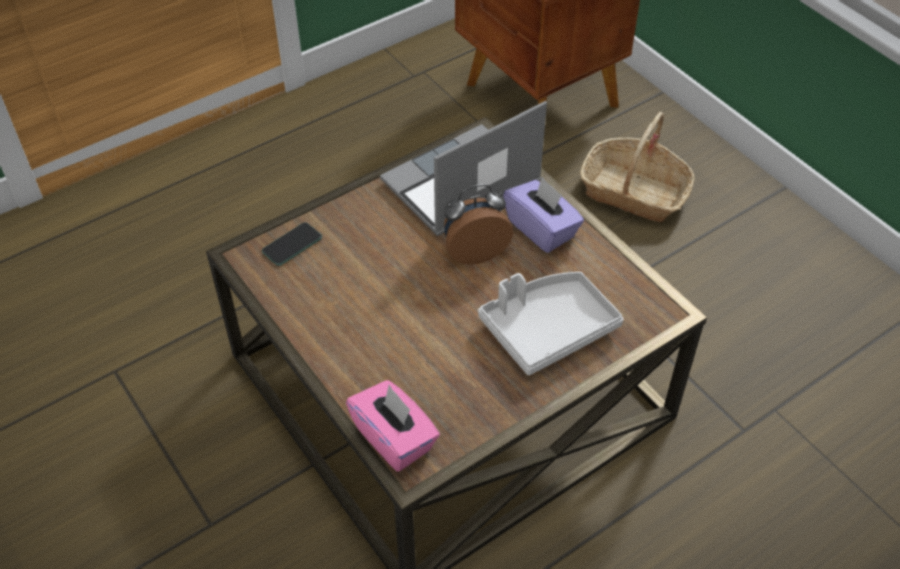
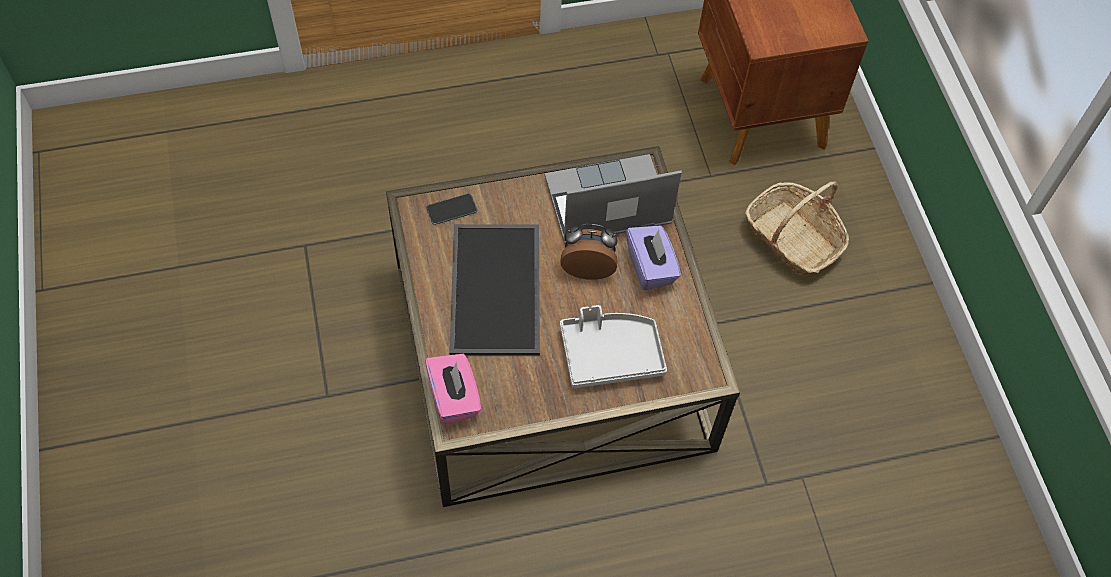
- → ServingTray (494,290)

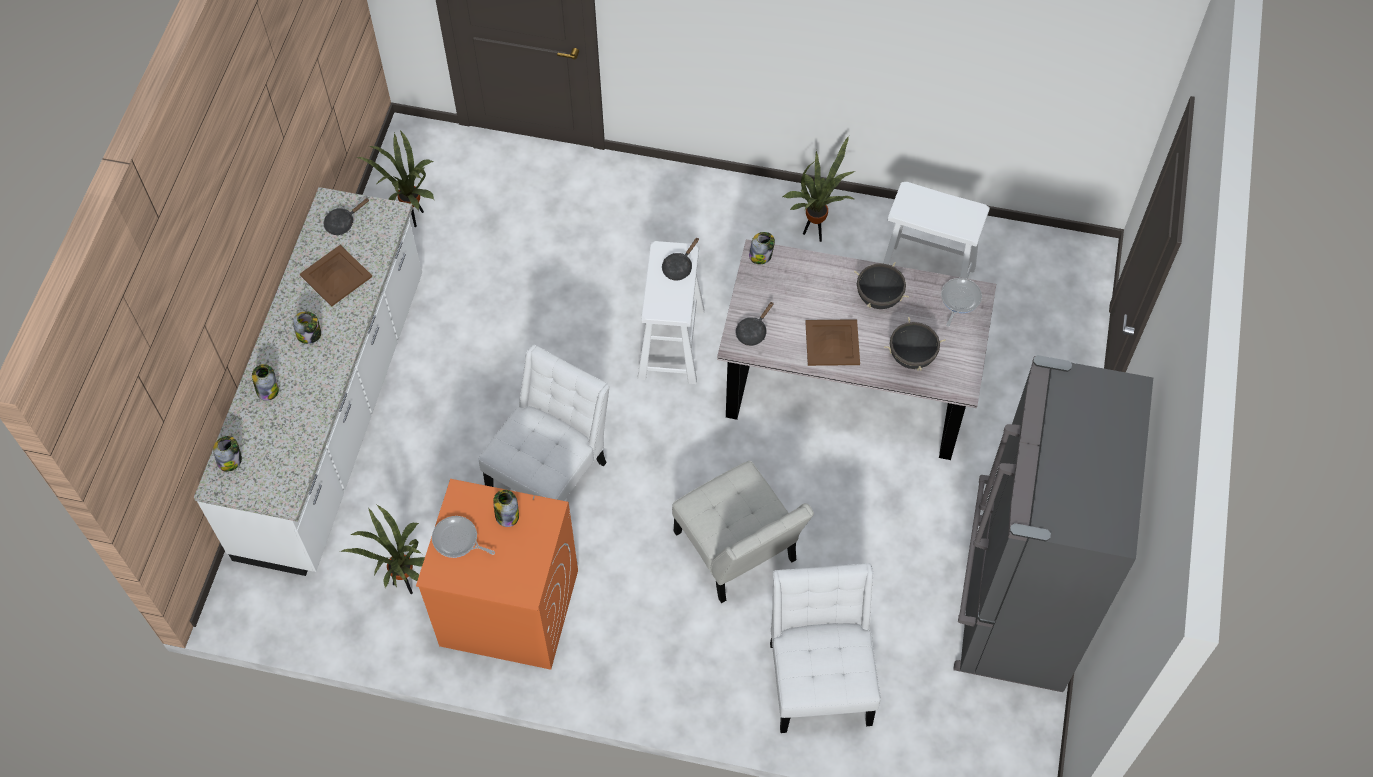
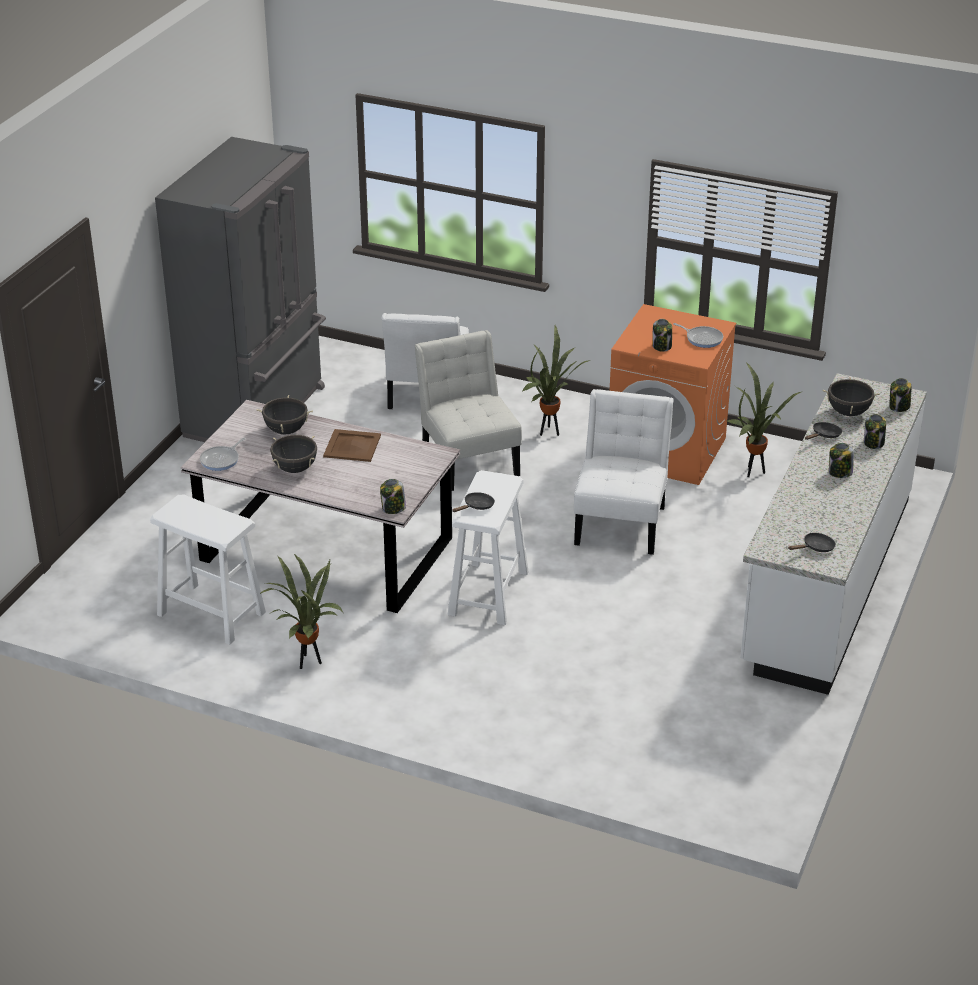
BrownishServingTray (336,276) → -
Houseplant (395,178) → Houseplant (555,380), moved
WhiteColouredChair (544,423) → WhiteColouredChair (624,472), 150 degrees clockwise
BlackishFryingPan (755,324) → BlackishFryingPan (823,431), moved
- → BlackishSaucepot (851,396)

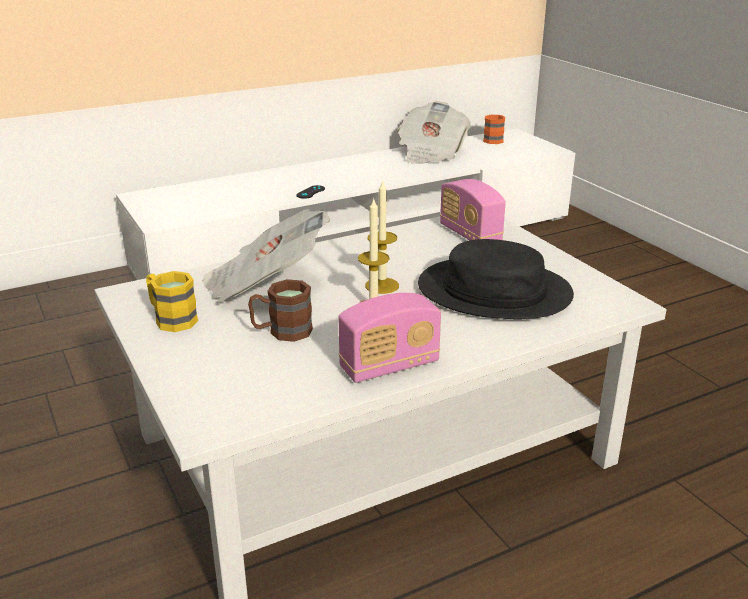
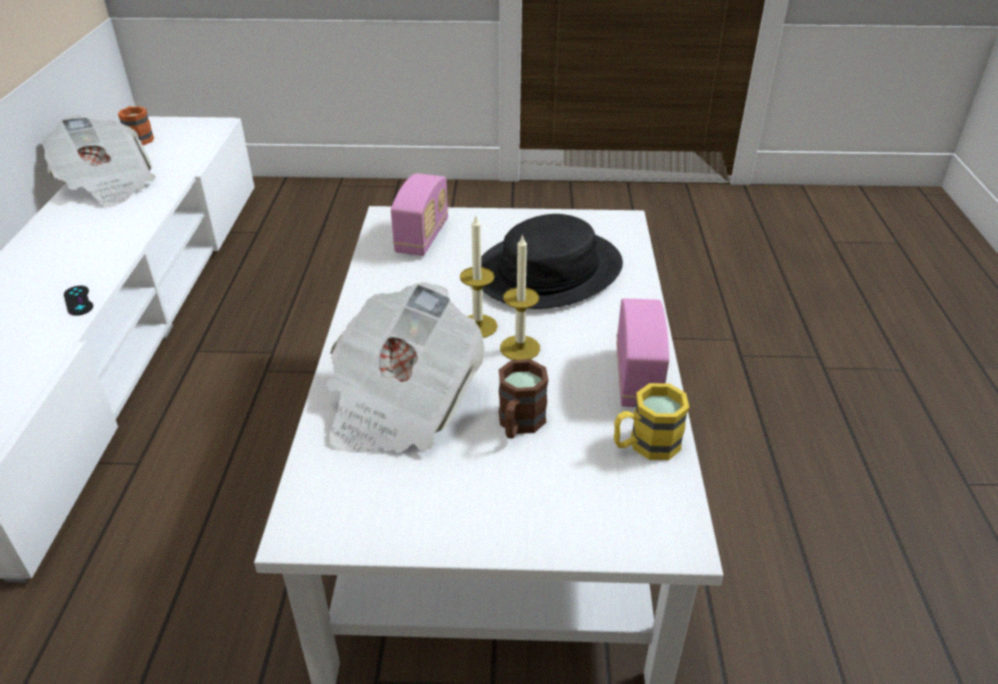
YellowColouredTeaMug (172,301) → YellowColouredTeaMug (651,421), moved
RadioSet (473,209) → RadioSet (419,214), 75 degrees counterclockwise

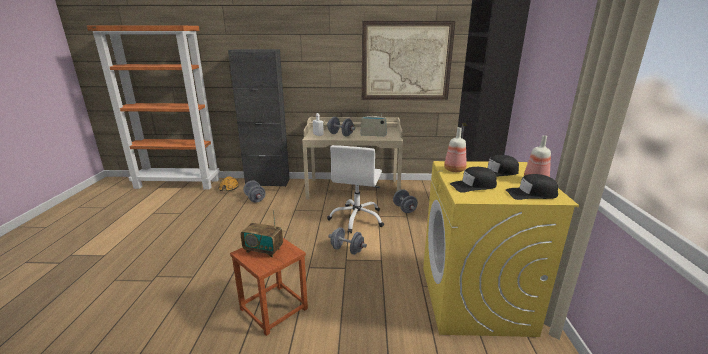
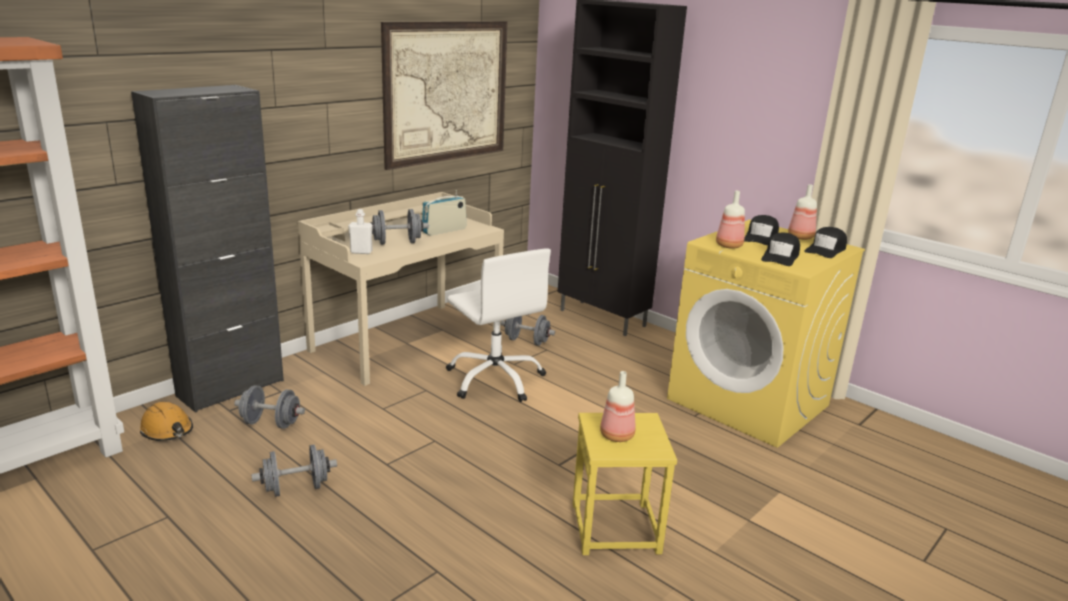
BrownishStoolSeat (269,287) → YellowColouredStoolSeat (625,484)
RadioSet (262,233) → DrinkBottle (618,406)
GreyishDumbbell (347,241) → GreyishDumbbell (294,471), moved

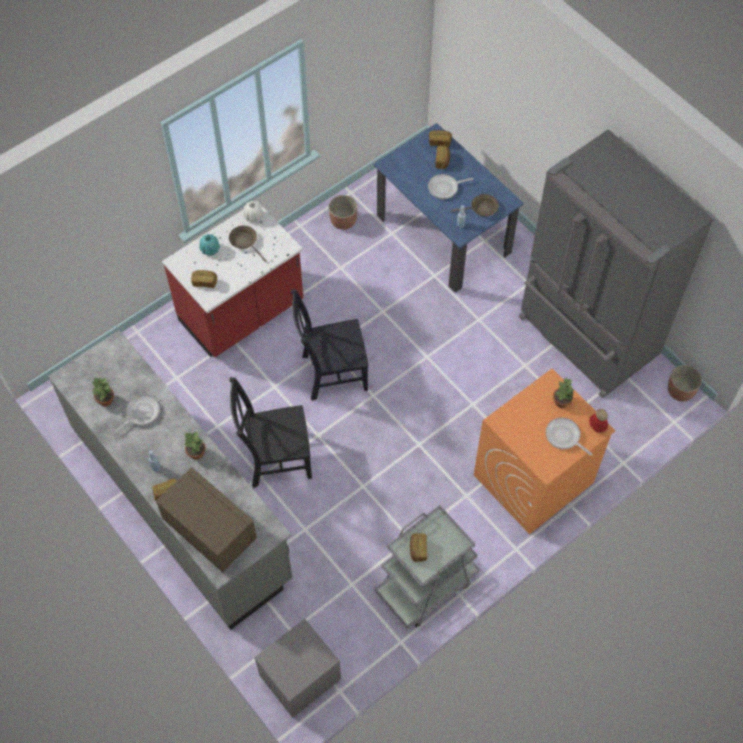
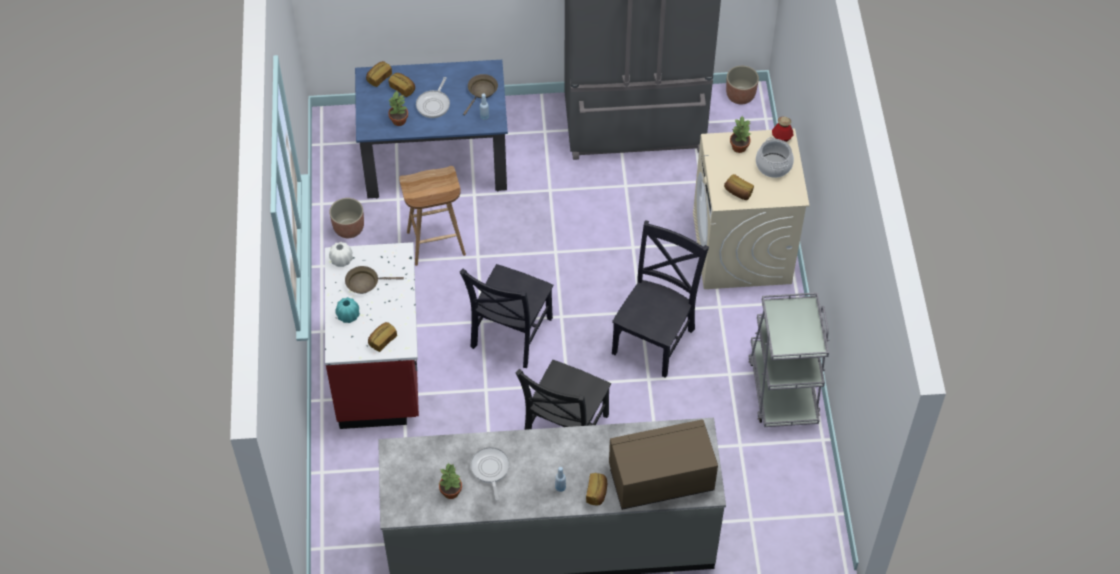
Houseplant (195,446) → Houseplant (398,108), moved
GreyishNightstand (297,668) → -
BakedBread (418,547) → BakedBread (739,187), moved
OrangeLaundryAppliance (545,452) → SandColouredLaundryAppliance (751,208)
FryingPan (569,437) → Saucepot (775,157)
- → BrownishStoolSeat (432,216)
- → BlackishChair (660,299)

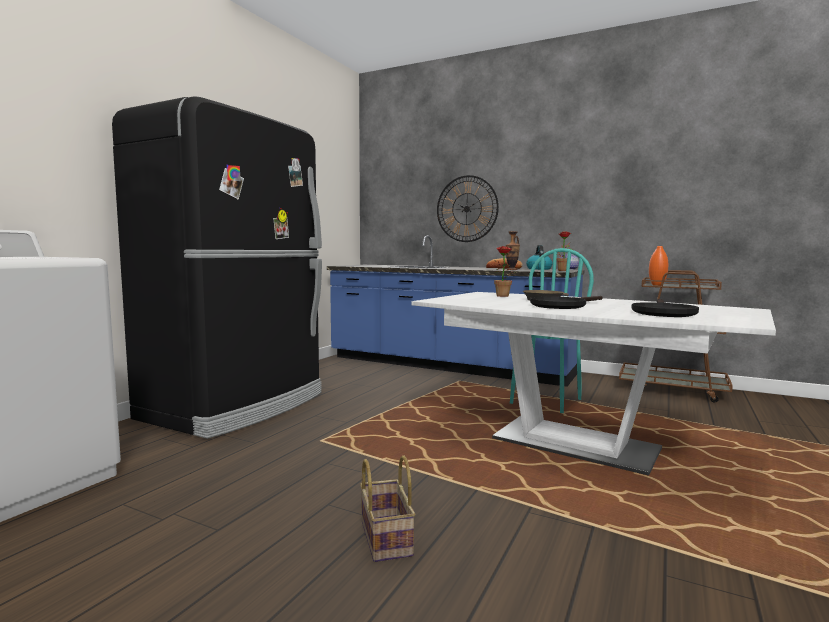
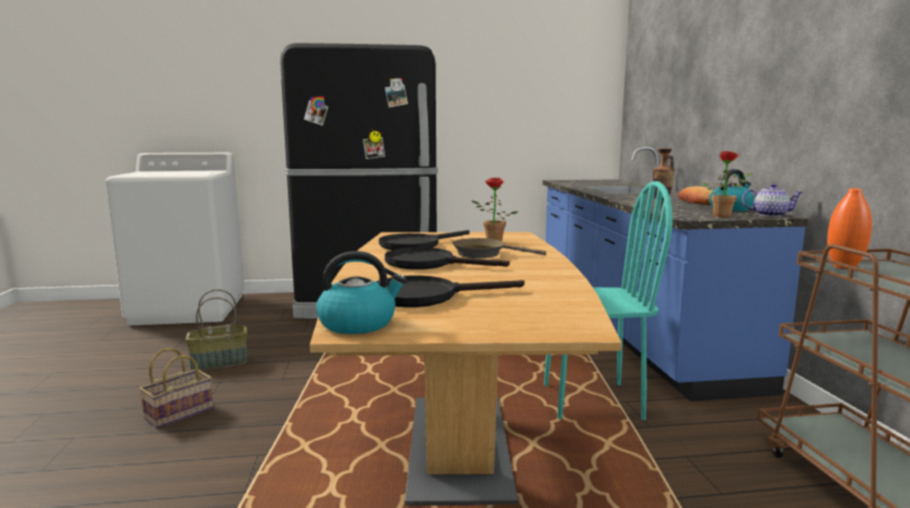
WhiteColouredDiningTable (594,384) → BrownishDiningTable (466,368)
ClockOnTheWall (468,208) → -
- → Basket (217,329)
- → WaterKettle (361,292)
- → BlackishFryingPan (424,240)

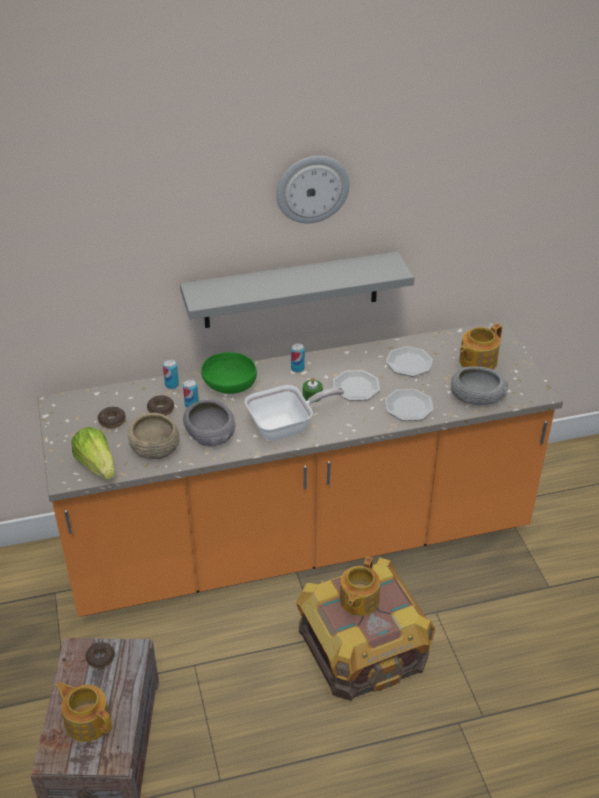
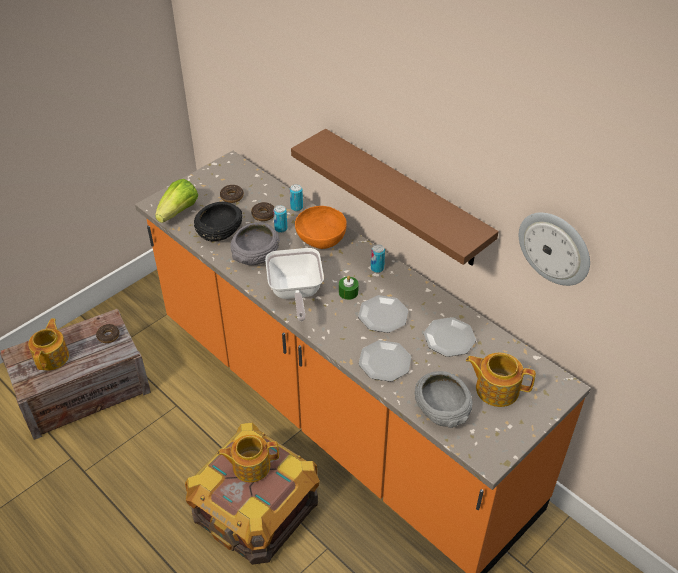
SandColouredBowl (153,436) → BlackishBowl (218,222)
GreyishBracketShelf (297,289) → BrownishBracketShelf (395,197)
GreenishBowl (229,373) → OrangeBowl (321,227)
FryingPan (294,413) → FryingPan (294,284), 45 degrees clockwise
ClockOnTheWall (313,189) → ClockOnTheWall (554,249), moved

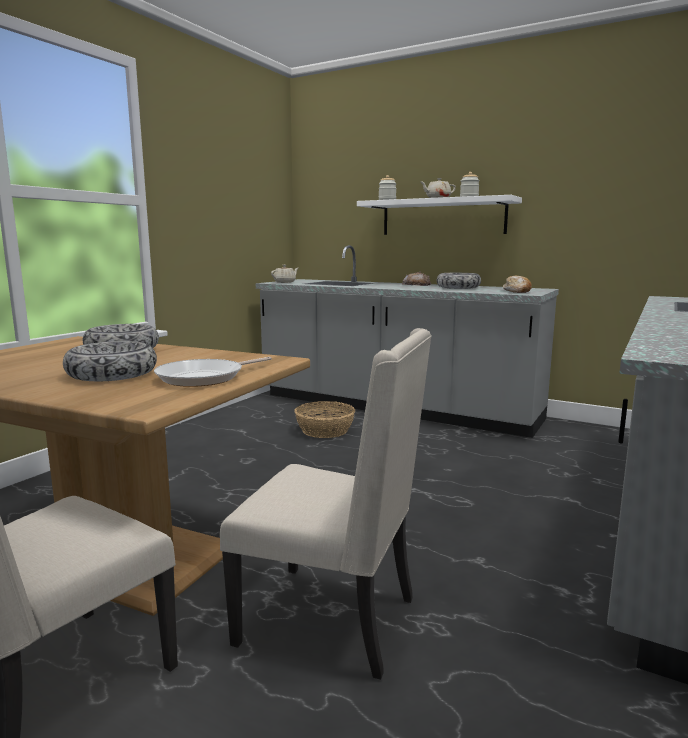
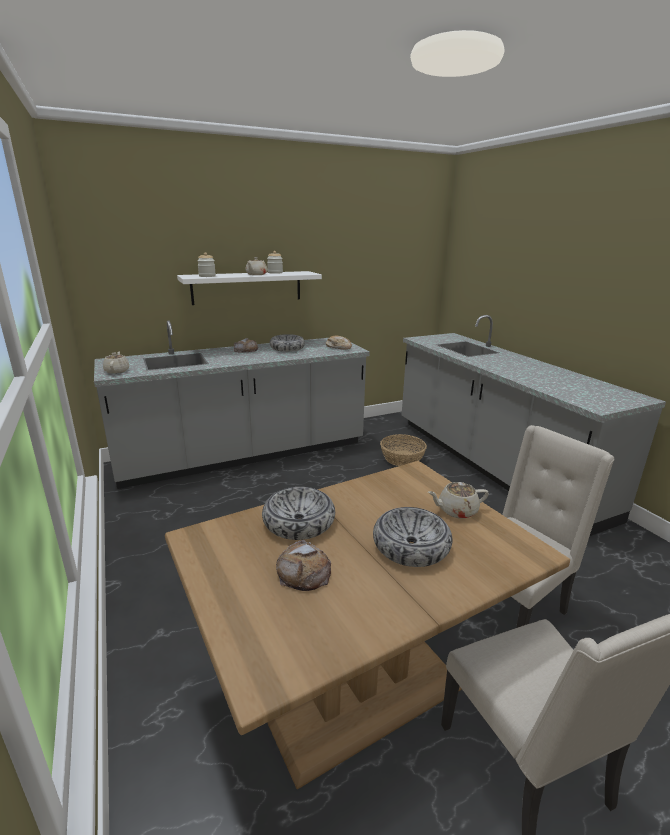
FryingPan (213,372) → SandColouredTeapot (458,500)
Basket (324,419) → Basket (403,450), moved
- → BakedBread (303,565)

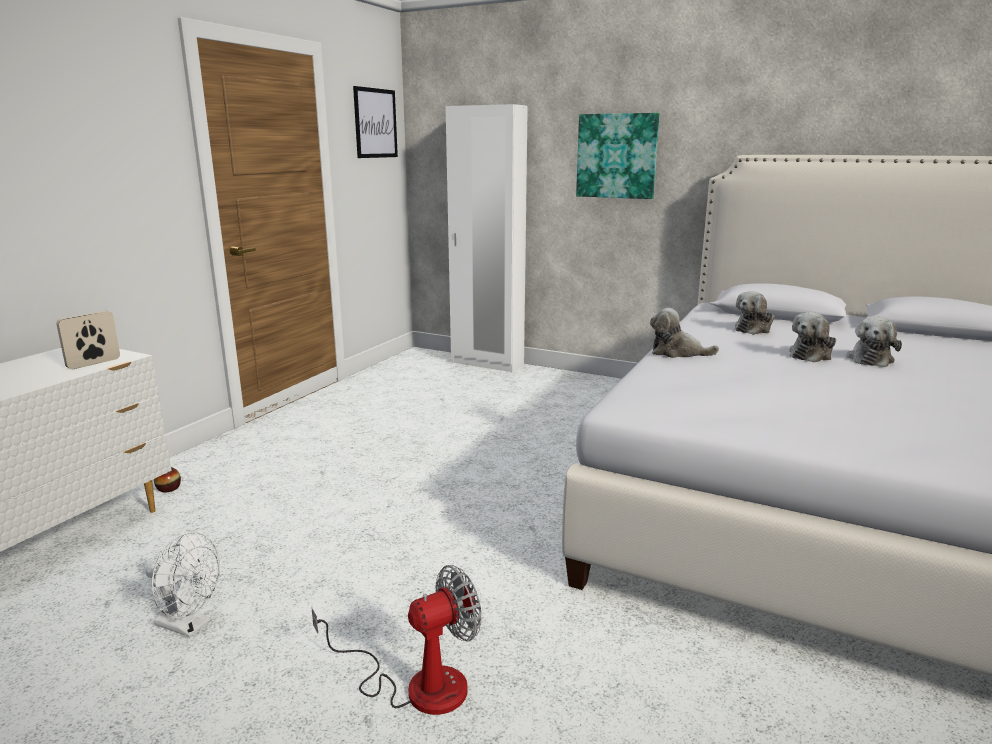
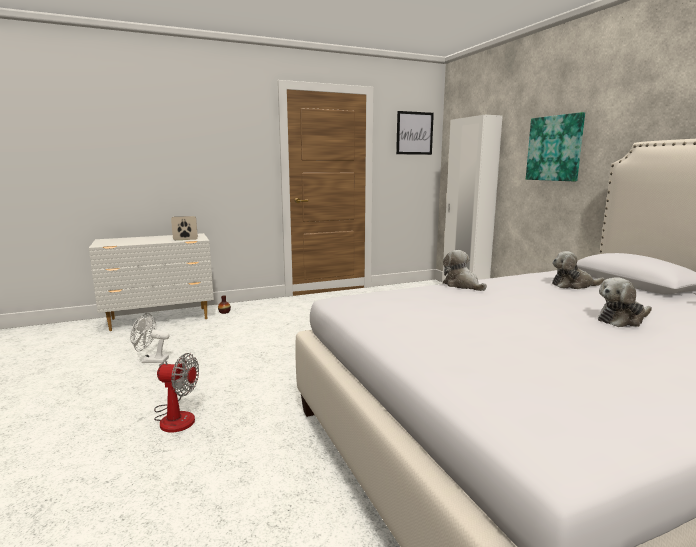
WhiteColouredElectricFan (182,584) → WhiteColouredElectricFan (150,338), 120 degrees clockwise
CuddlyToy (812,337) → -

